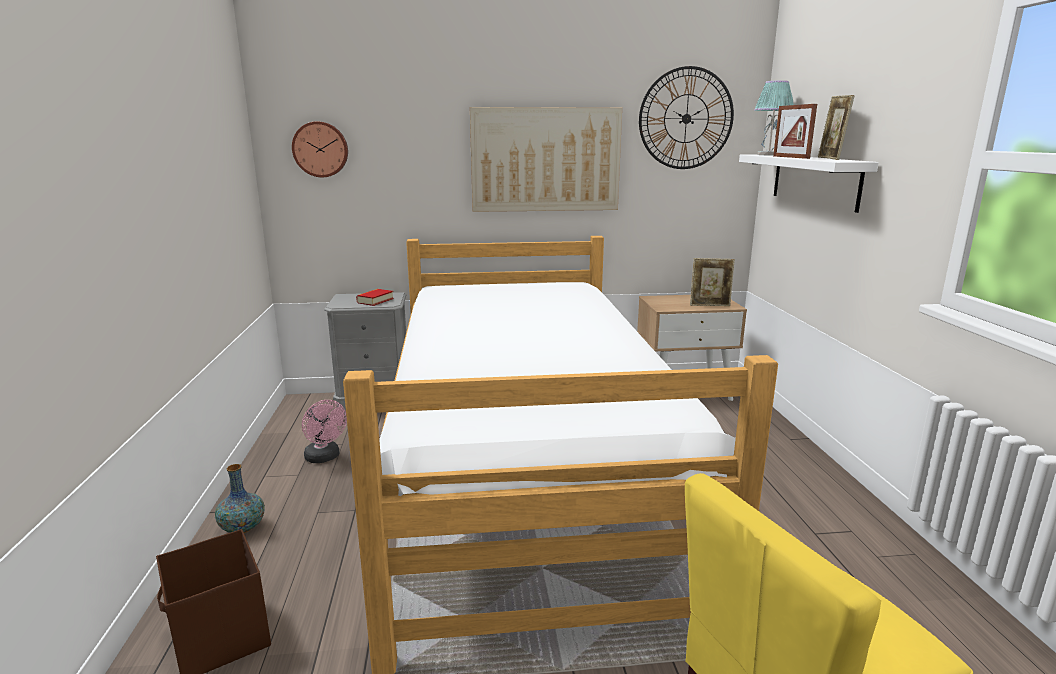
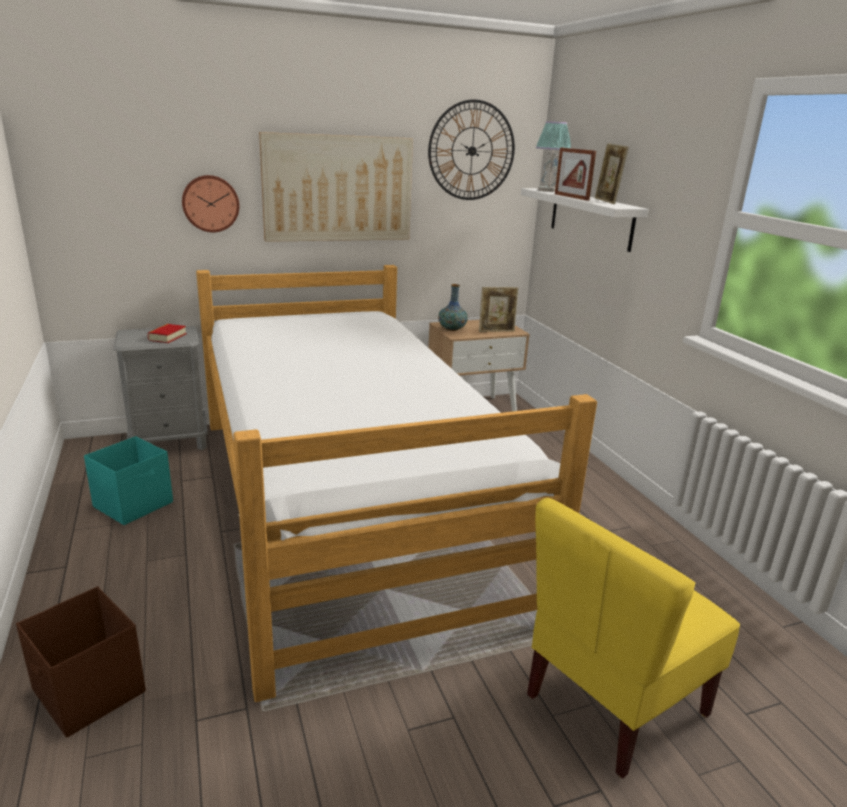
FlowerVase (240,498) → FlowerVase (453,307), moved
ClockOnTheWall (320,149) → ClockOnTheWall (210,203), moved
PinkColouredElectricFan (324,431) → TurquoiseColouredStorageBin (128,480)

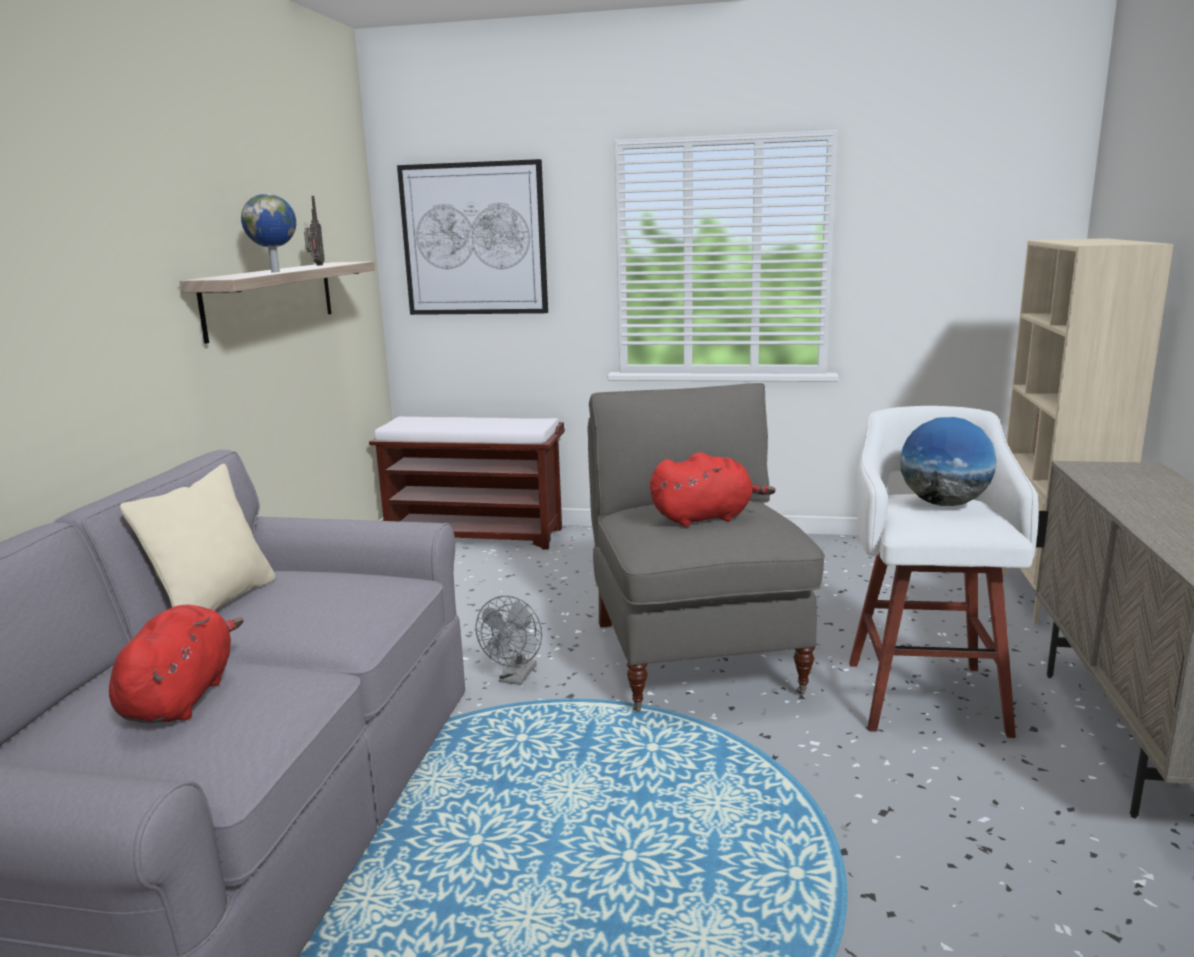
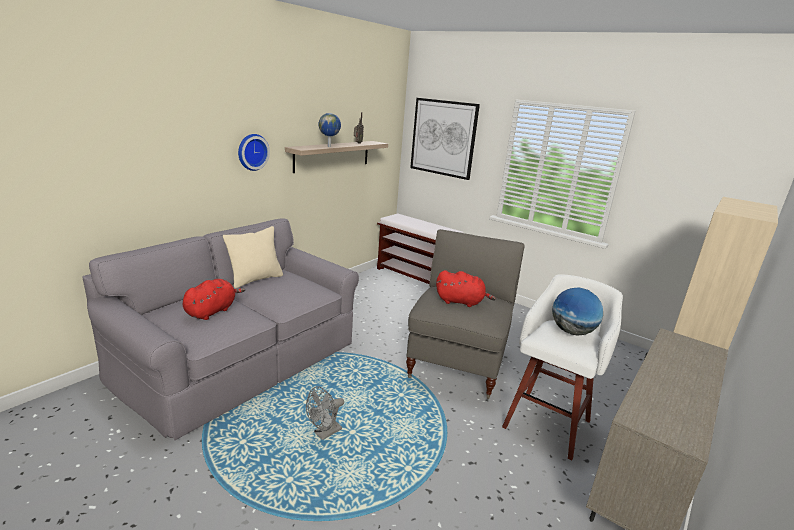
GreyishElectricFan (508,640) → GreyishElectricFan (325,413), moved
- → ClockOnTheWall (254,152)

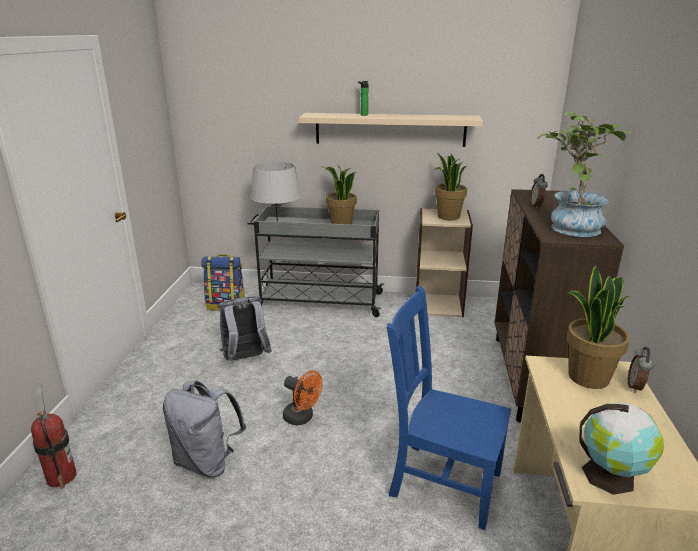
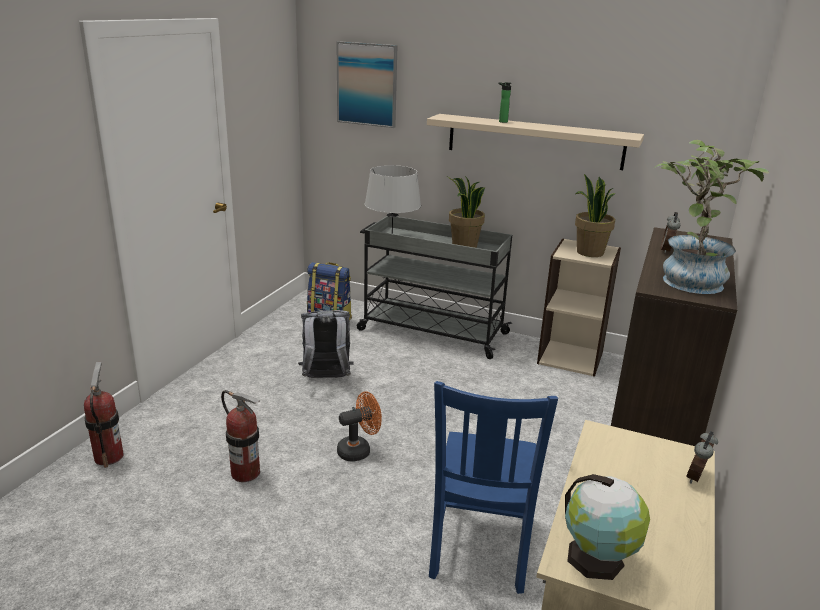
GreyishRucksack (204,428) → FireExtinguisher (240,436)
OrangeElectricFan (302,397) → OrangeElectricFan (359,427), 75 degrees counterclockwise
BluishChair (449,408) → BluishChair (493,487), 120 degrees counterclockwise
Houseplant (597,327) → -
- → WallArt (366,84)

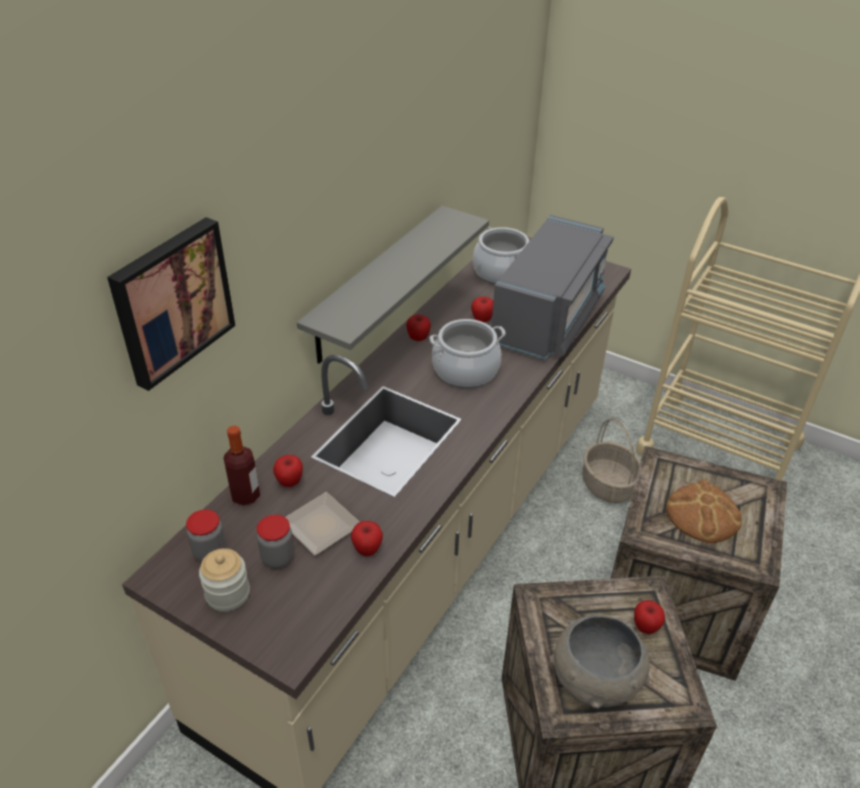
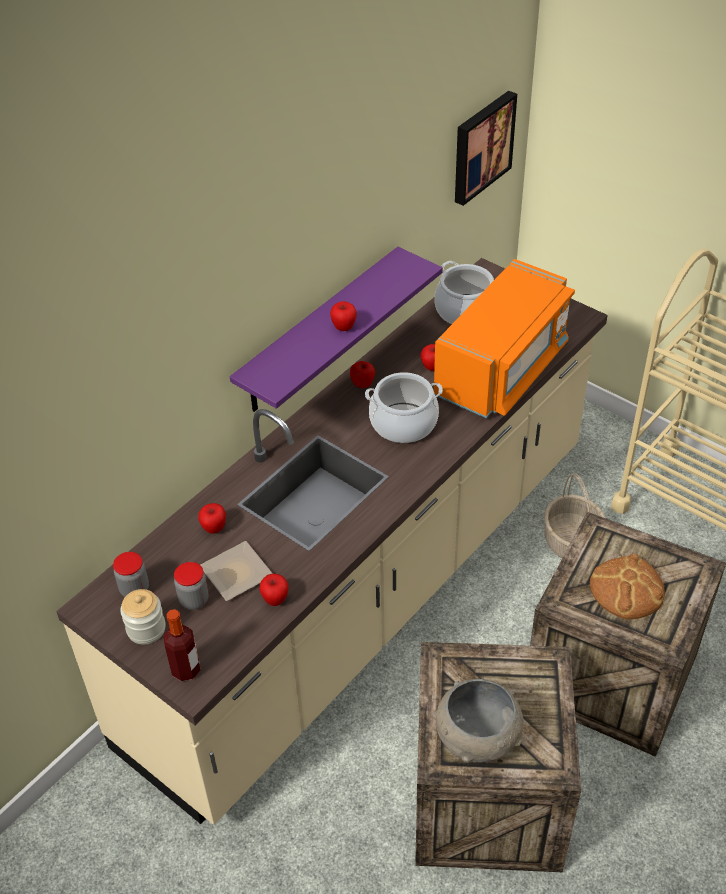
WallArt (171,304) → WallArt (486,148), moved
DrinkBottle (241,465) → DrinkBottle (182,645), moved
GreyishBracketShelf (393,285) → PurpleBracketShelf (336,329)
GreyishMicrowave (552,287) → OrangeMicrowave (504,338)
AppleFruit (649,617) → AppleFruit (343,316), moved

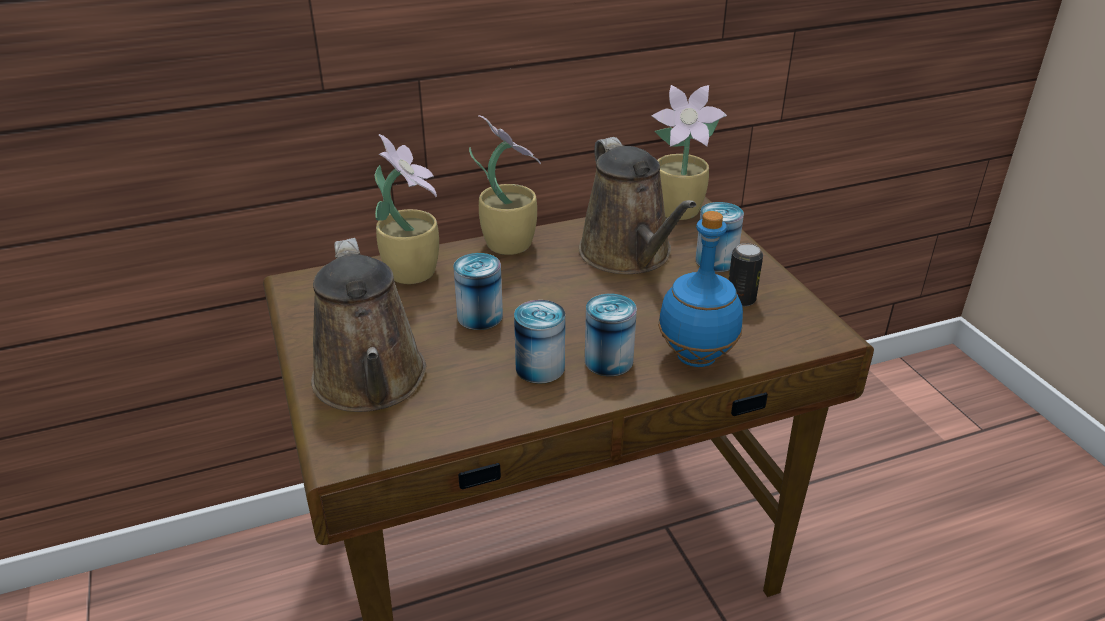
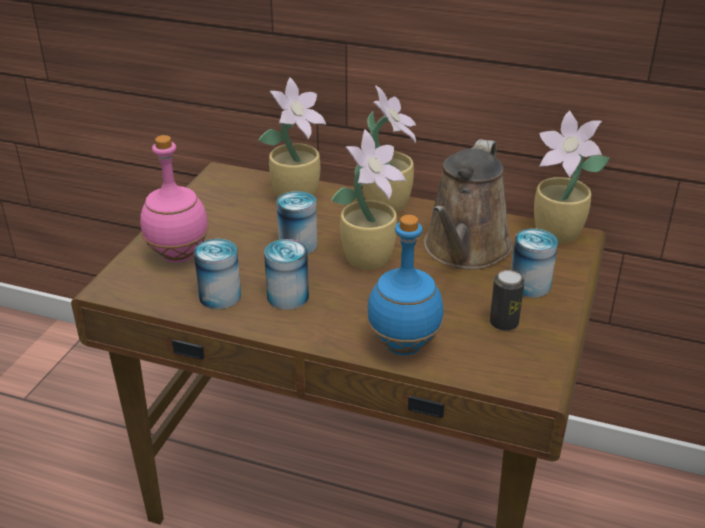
BrownishSprinklingCan (368,325) → PinkColouredDrinkBottle (174,199)
Can (611,335) → Can (217,274), moved
- → Houseplant (368,200)

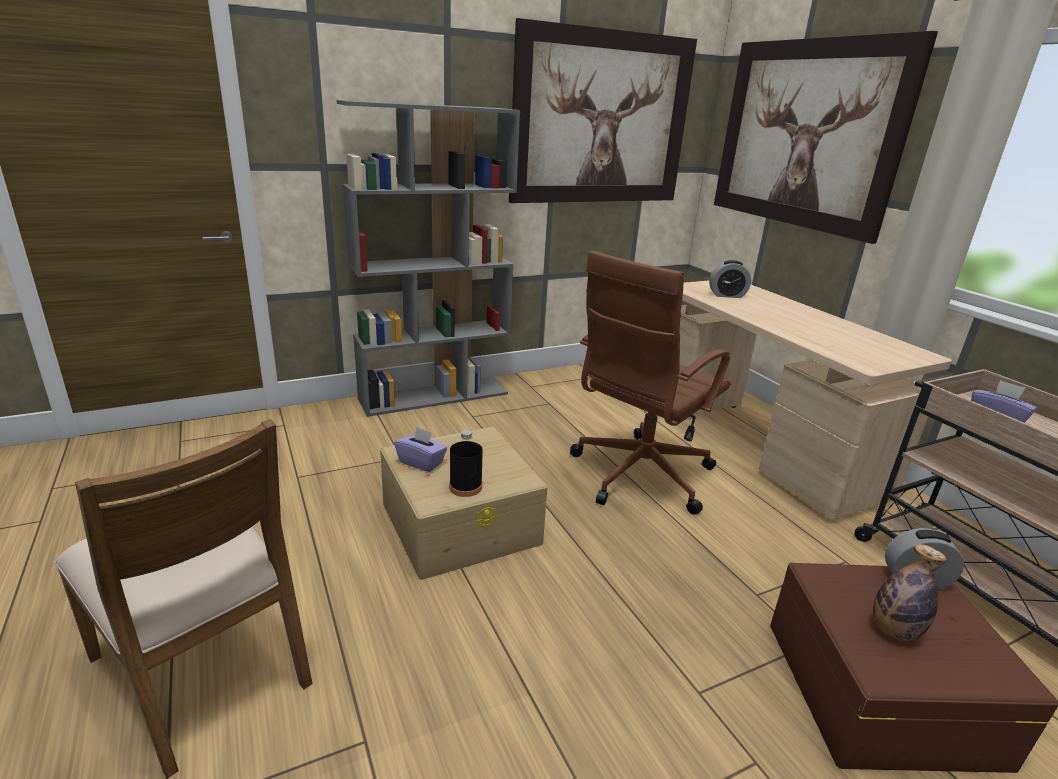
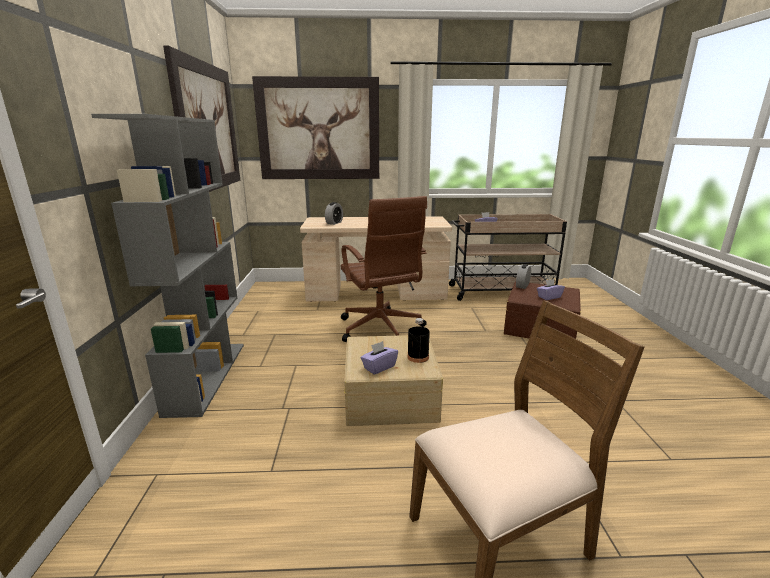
DrinkBottle (910,592) → PurpleTissueBox (551,289)

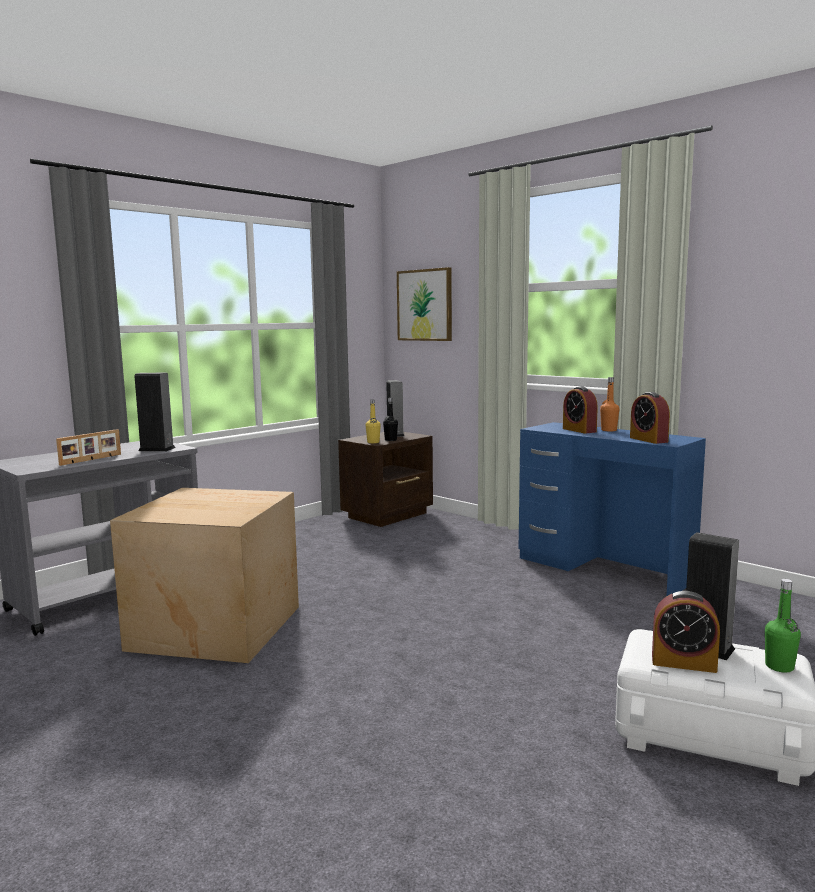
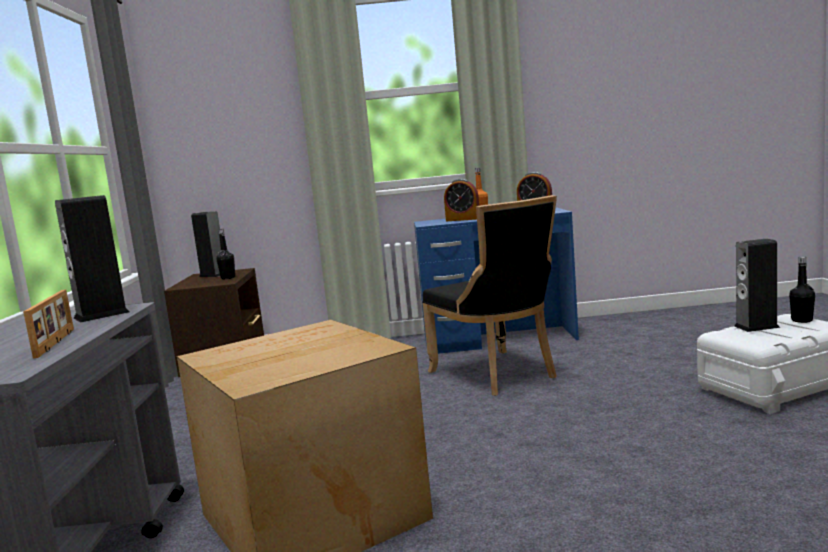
YellowColouredDrinkBottle (373,421) → -
WallArt (424,304) → -
TableClock (686,632) → -
GreenishDrinkBottle (783,625) → BlackishDrinkBottle (802,289)
- → BlackishChair (489,295)

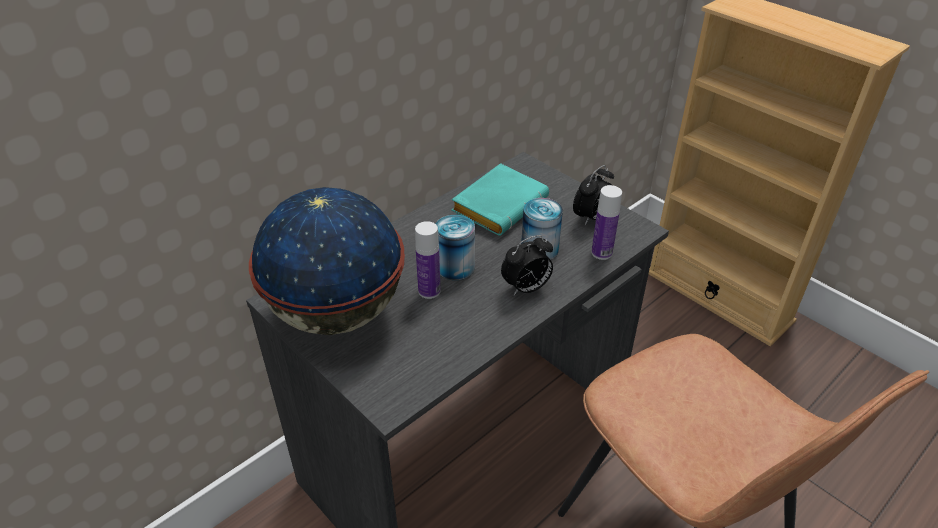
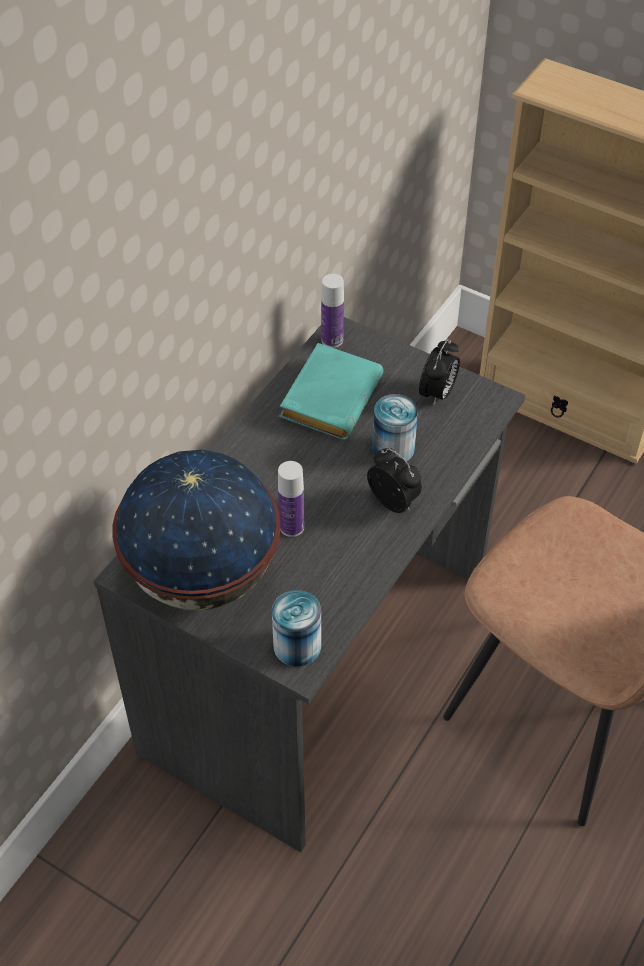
Can (455,247) → Can (296,628), moved
TableClock (527,265) → TableClock (394,480), 90 degrees counterclockwise
DrinkBottle (606,222) → DrinkBottle (332,311), moved

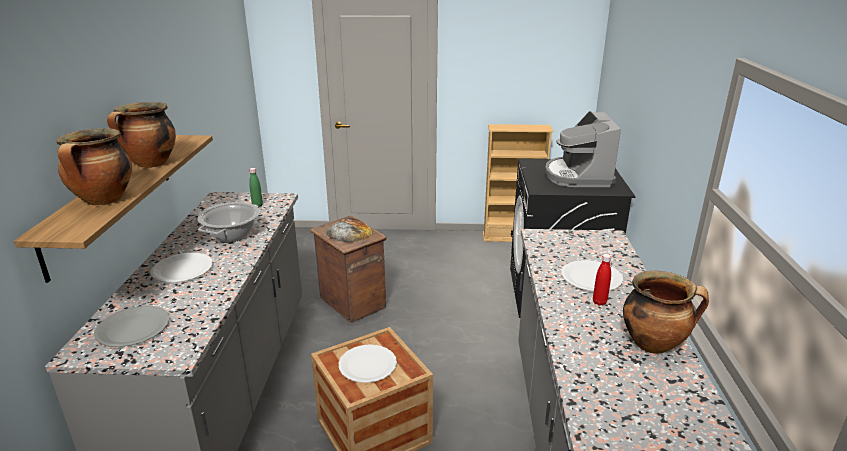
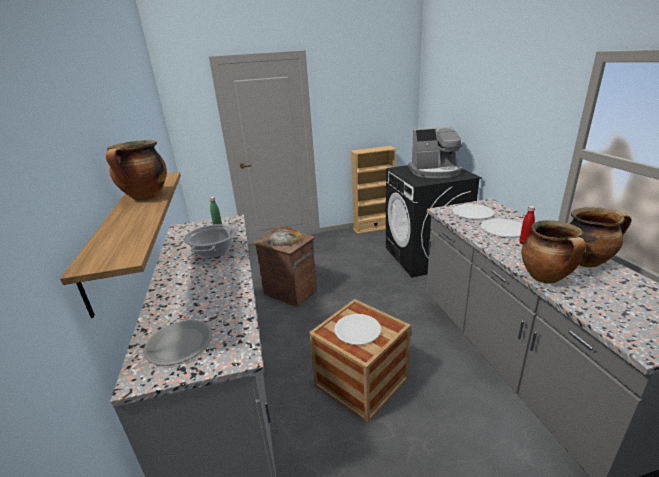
Saucepot (94,166) → Saucepot (553,251), moved
WhiteColouredFlatDish (181,268) → WhiteColouredFlatDish (473,211), moved
CoffeeMachine (583,149) → CoffeeMachine (435,152), 75 degrees counterclockwise

